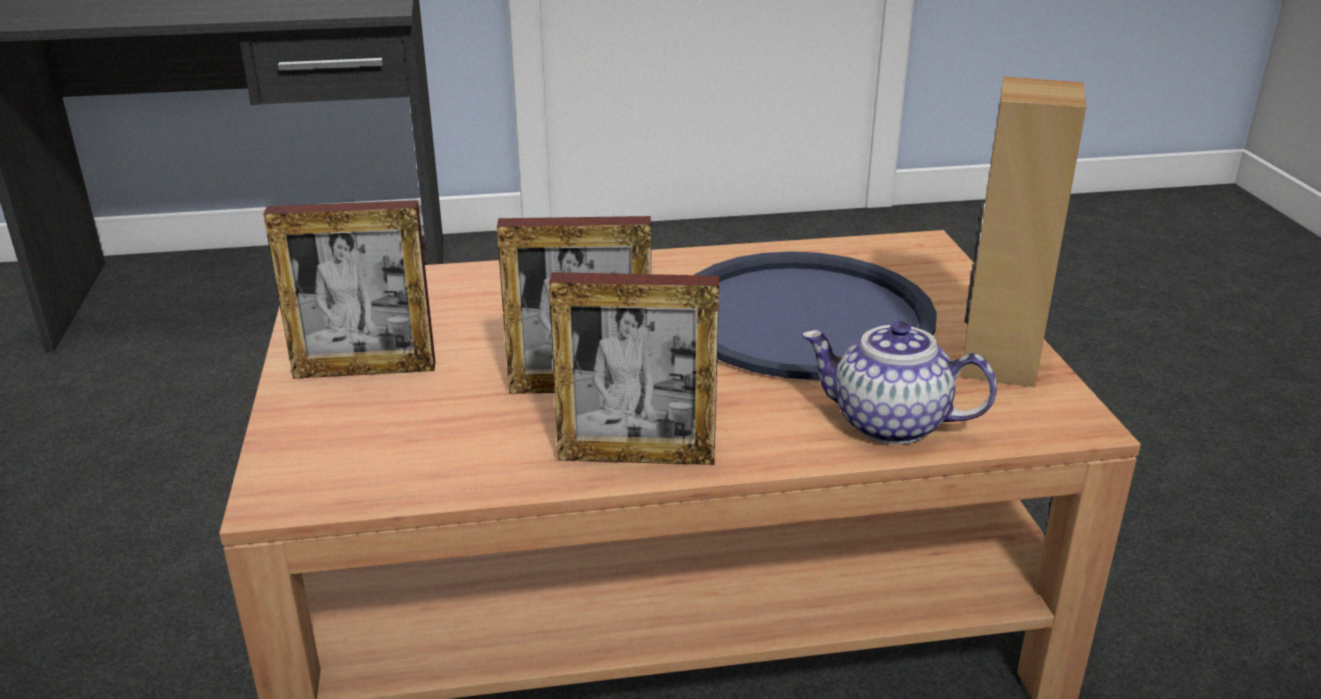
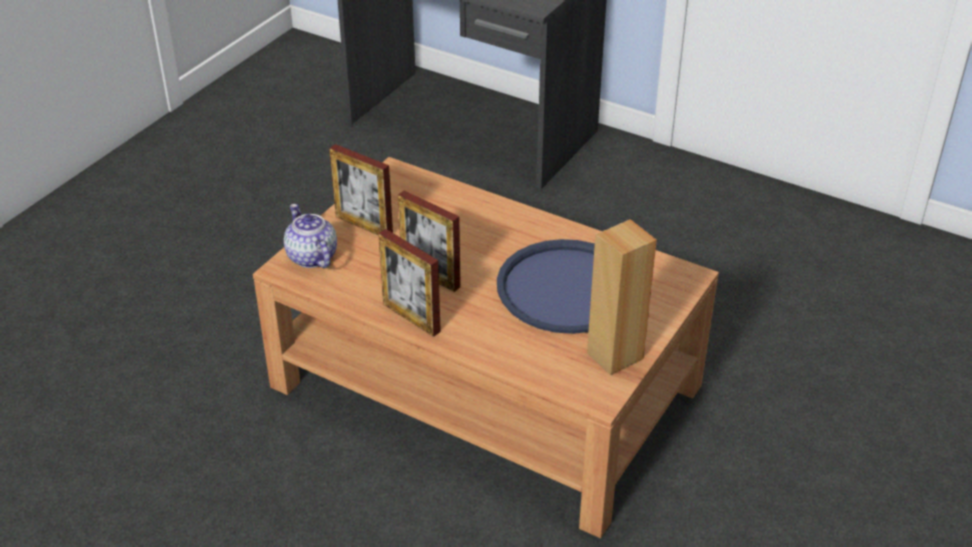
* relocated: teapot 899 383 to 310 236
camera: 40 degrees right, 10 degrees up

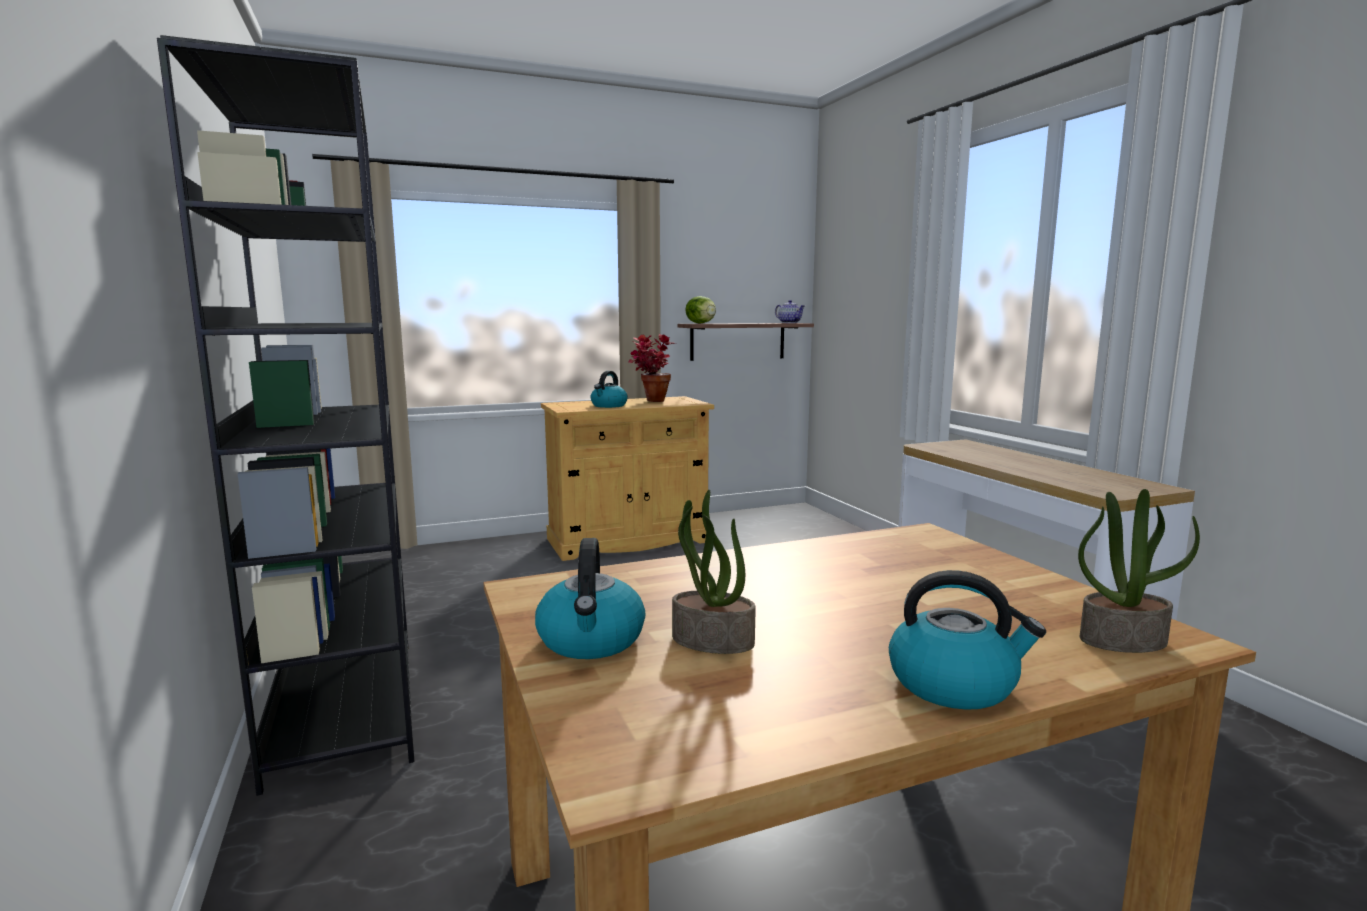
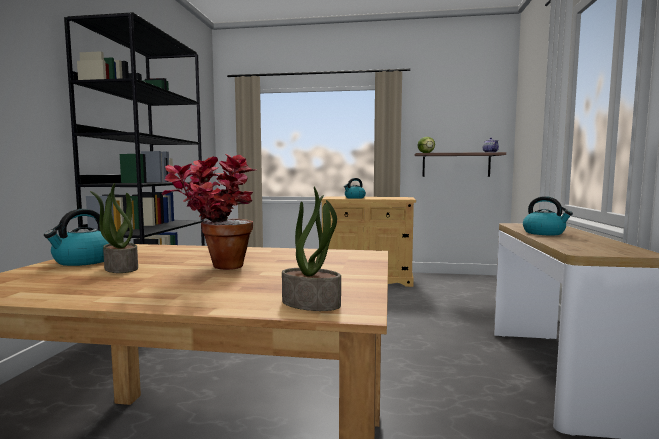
* relocated: potted plant 651 368 to 209 212
* relocated: kettle 967 640 to 548 215
camera: 30 degrees right, 5 degrees down

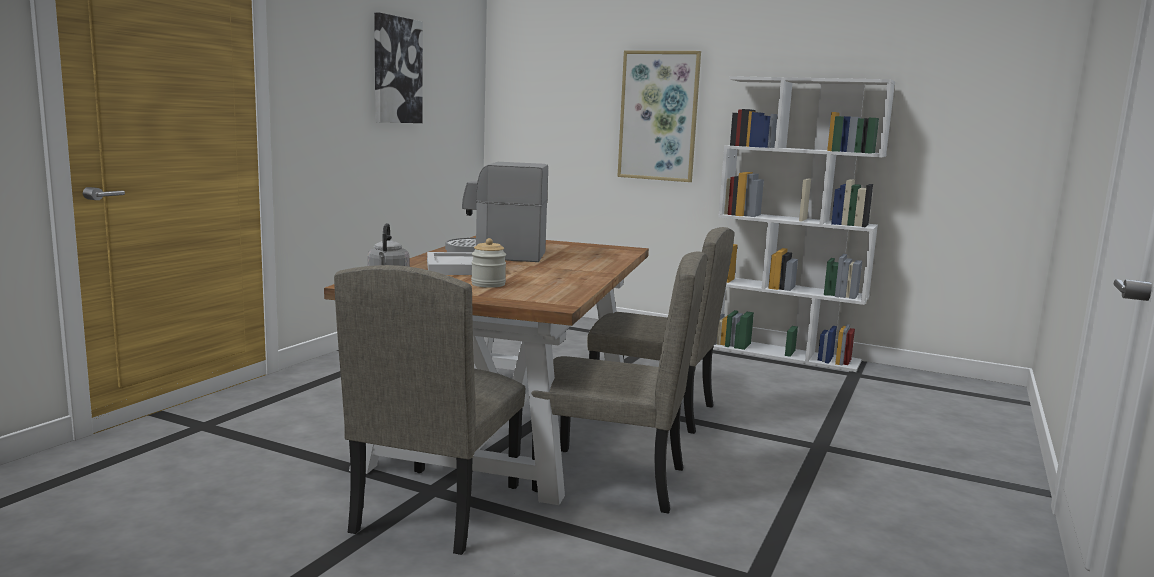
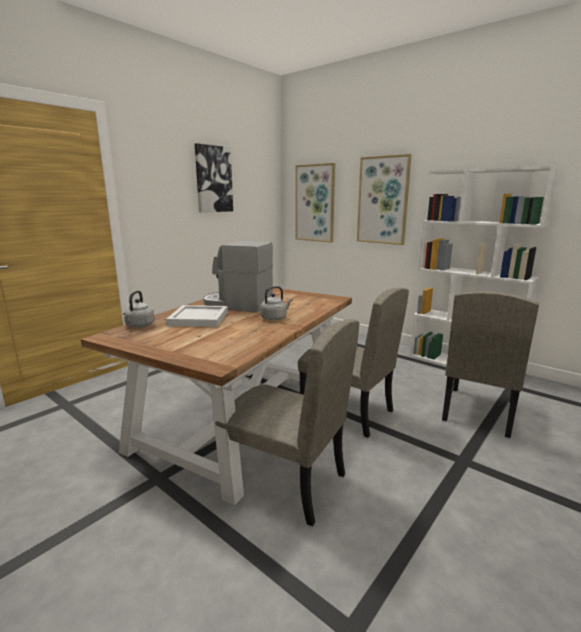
* missing: jar 488 263
* relocated: chair/beige 429 410 to 490 364
* appeared: picture 315 203
* appeared: kettle/grey 276 303
camera: 15 degrees right, 5 degrees up

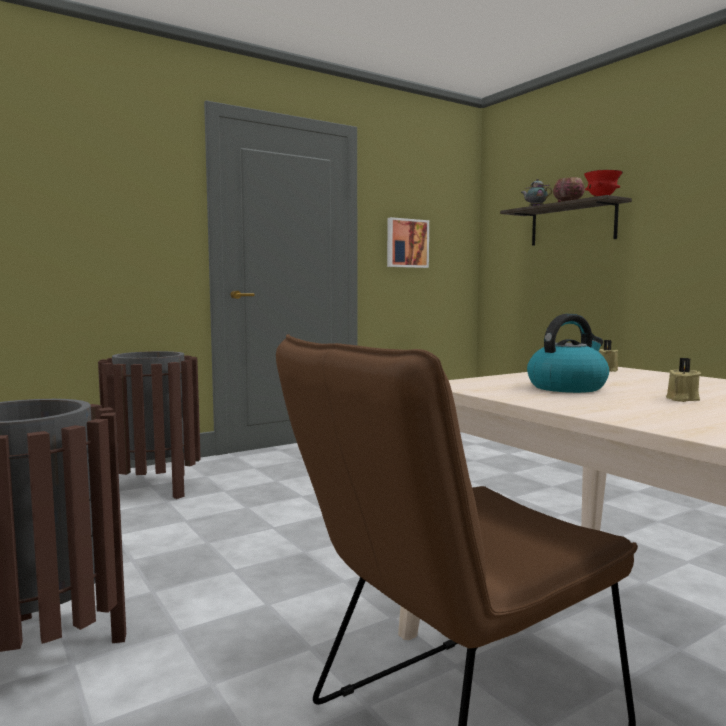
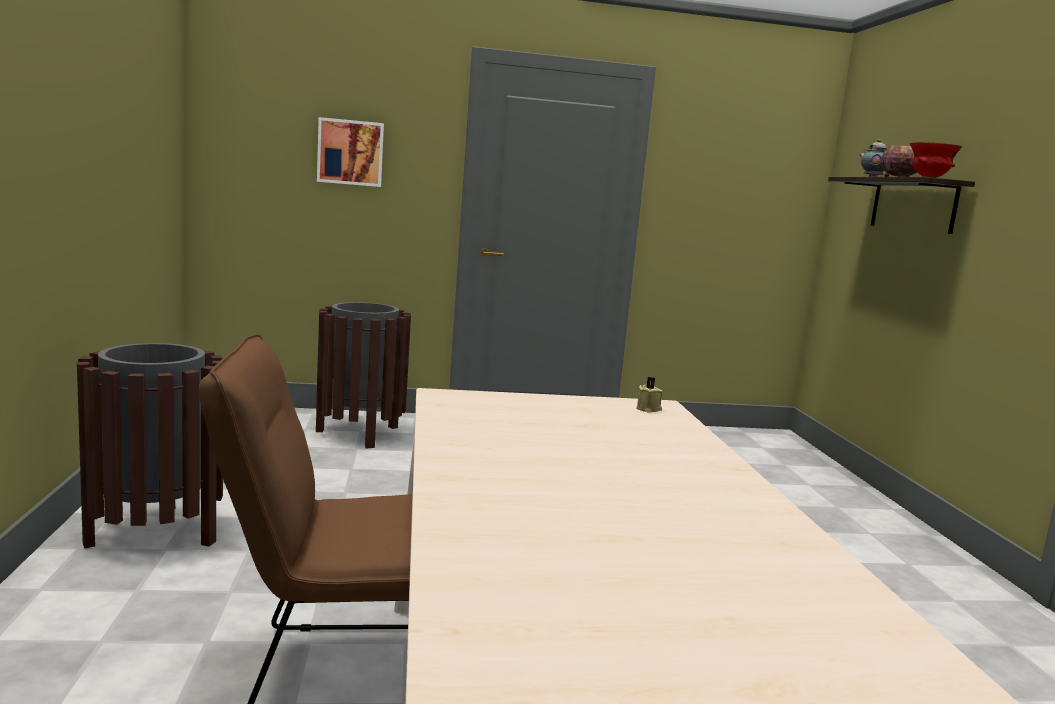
* relocated: picture 408 242 to 350 152
* missing: kettle 568 353
* missing: candle/beige 683 380
camera: 25 degrees right, 5 degrees up

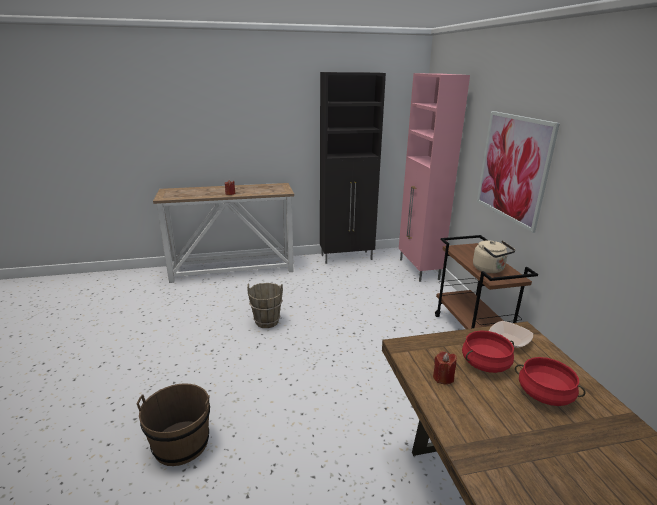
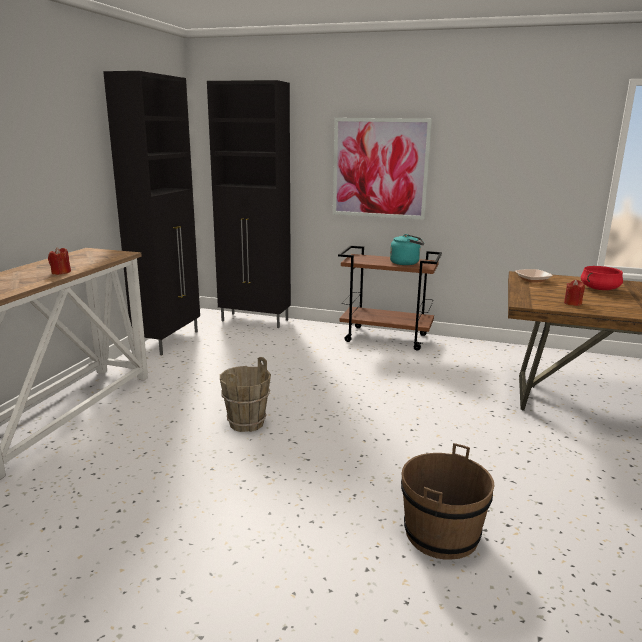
* colour: cabinet/pink 434 177 to cabinet/black 249 204
* colour: kettle/beige 494 256 to kettle/turquoise 407 249
* missing: cooking pot/red 488 351
camera: 60 degrees left, 5 degrees down

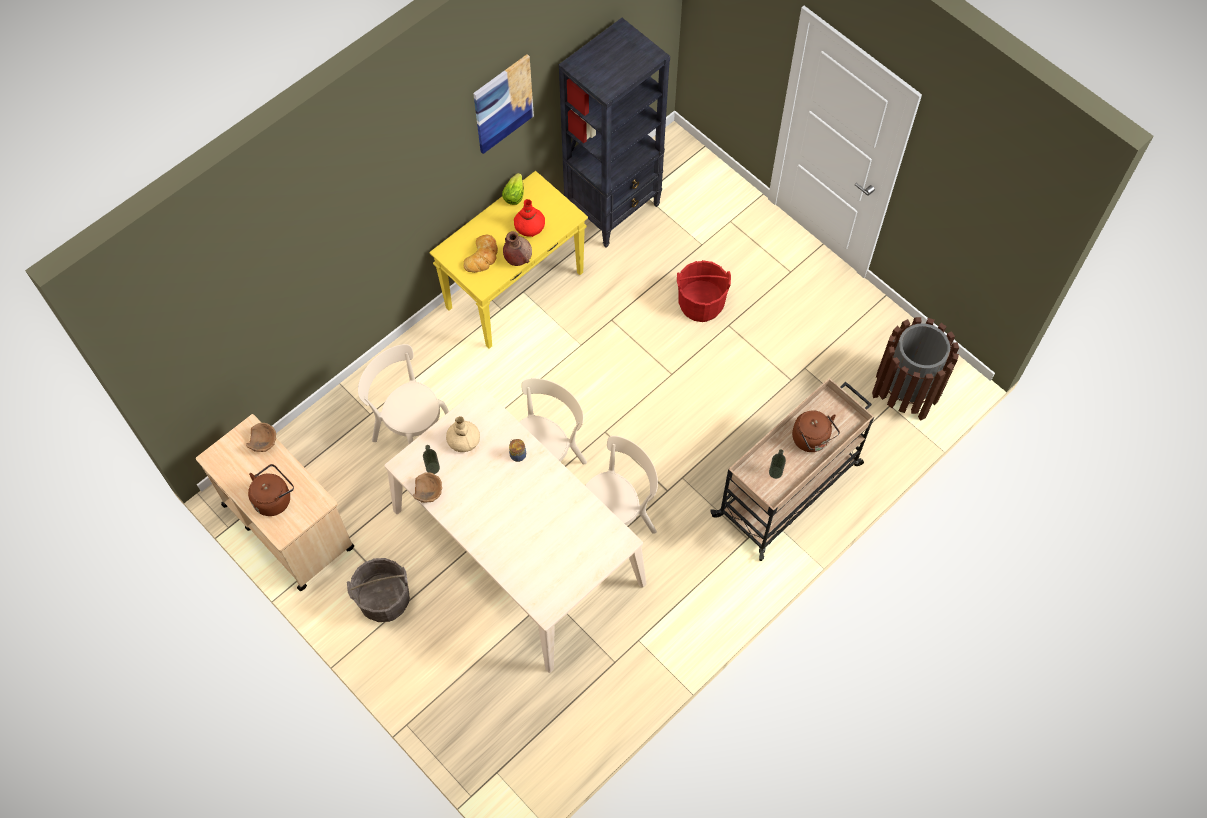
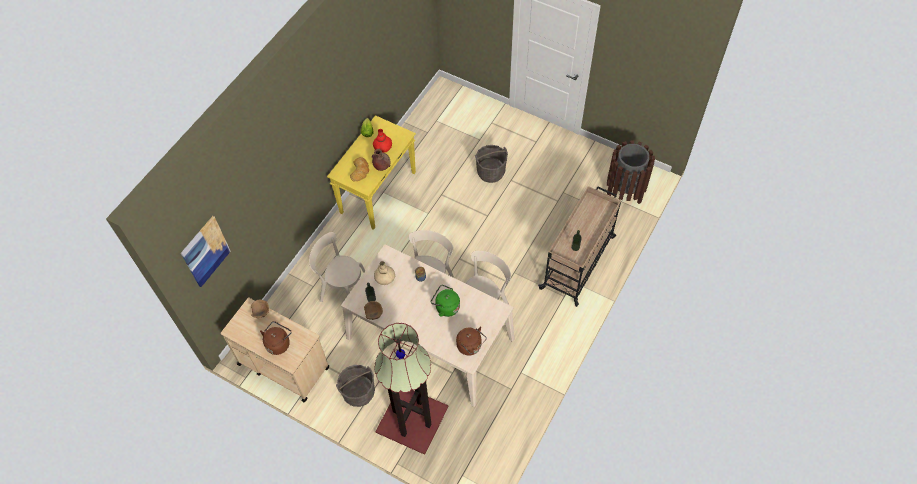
* missing: bookcase/black 614 133
* relocated: picture 503 104 to 206 251
* colour: bucket/red 704 291 to bucket/grey 491 164
* relocated: kettle/brown 816 431 to 471 341
* appeared: kettle/green 445 301
* appeared: floor lamp 412 389
camera: 15 degrees left, 5 degrees down

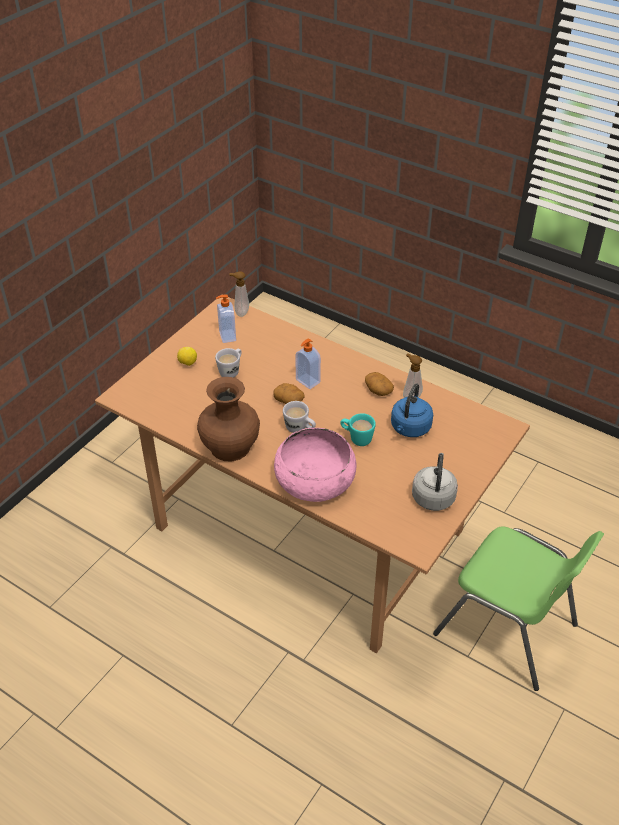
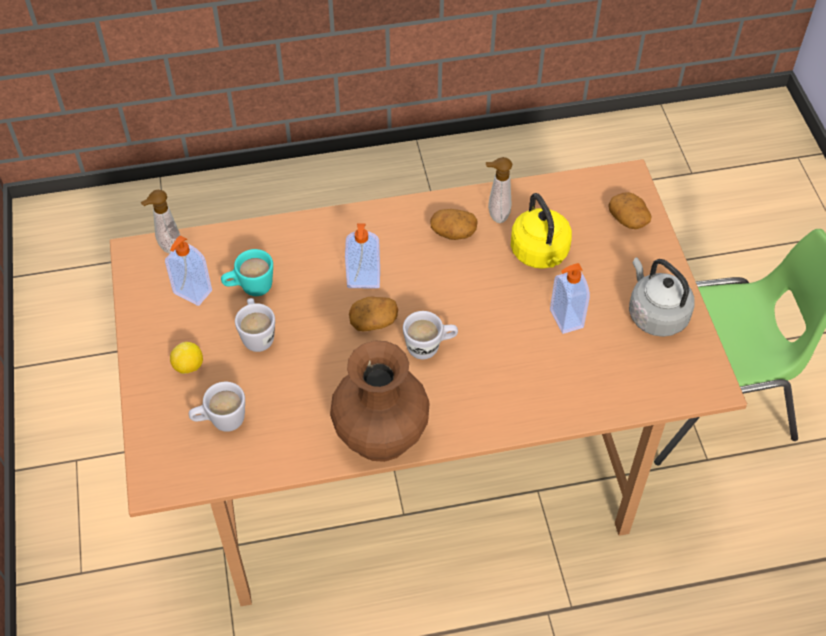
* colour: kettle/blue 412 410 to kettle/yellow 541 231
* relocated: mug/turquoise 358 429 to 247 272
* missing: bowl/pink 315 465
* appeared: potato 630 210
* appeared: soap dispenser 570 298
* appeared: mug/white 217 407
camera: 45 degrees left, 10 degrees up

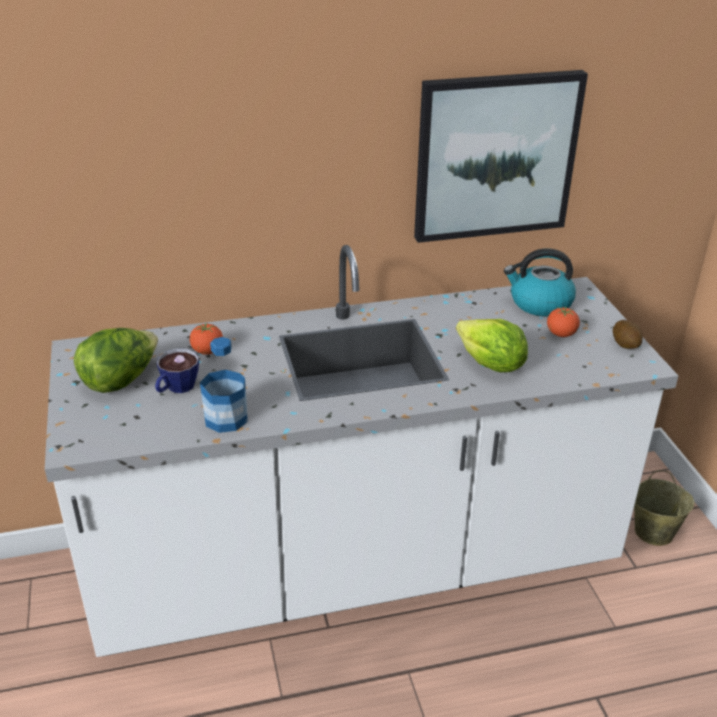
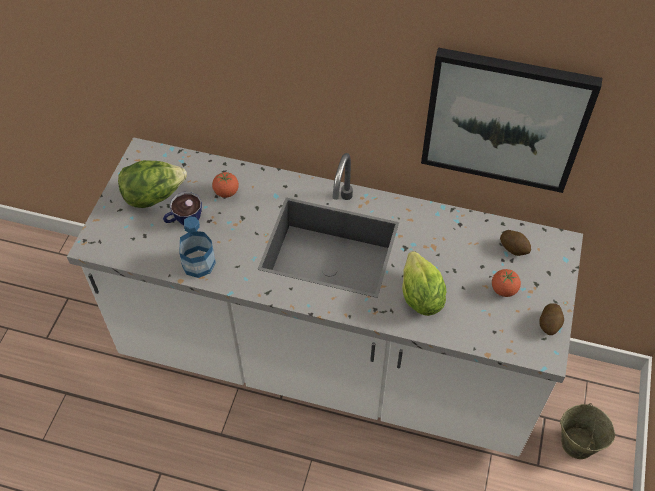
* exchanged: kettle 540 282 to potato 515 243
camera: 30 degrees right, 20 degrees up

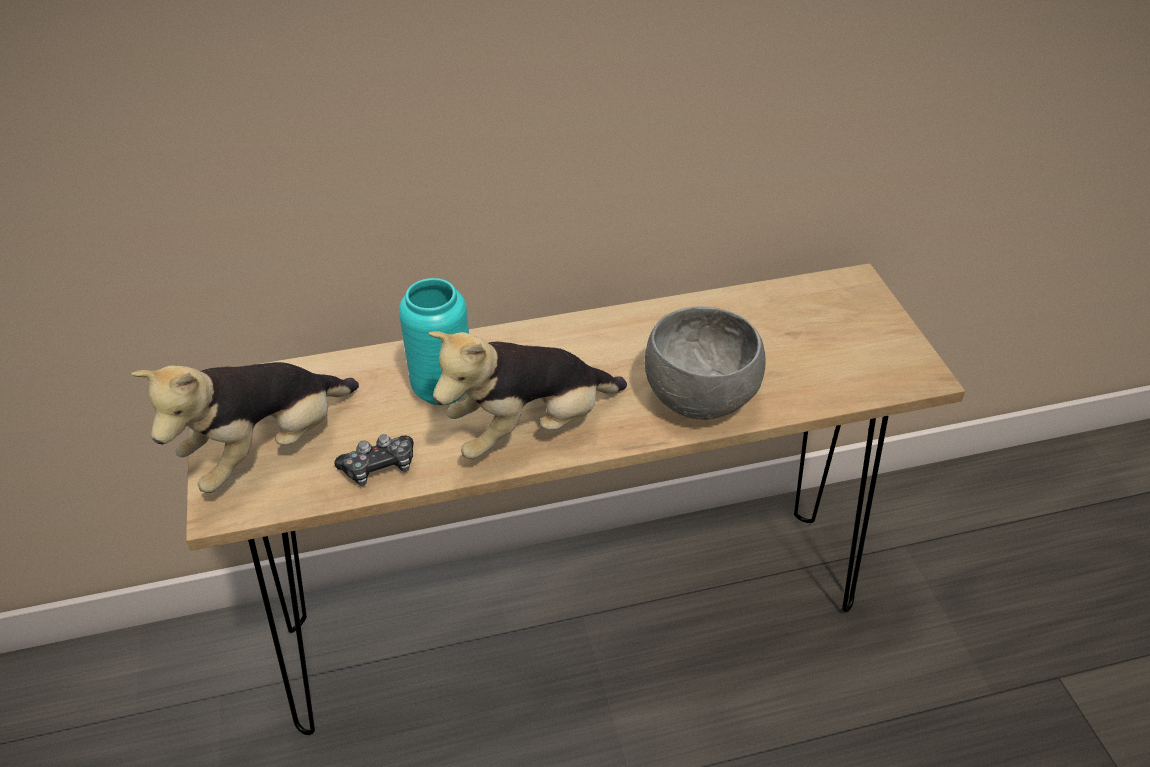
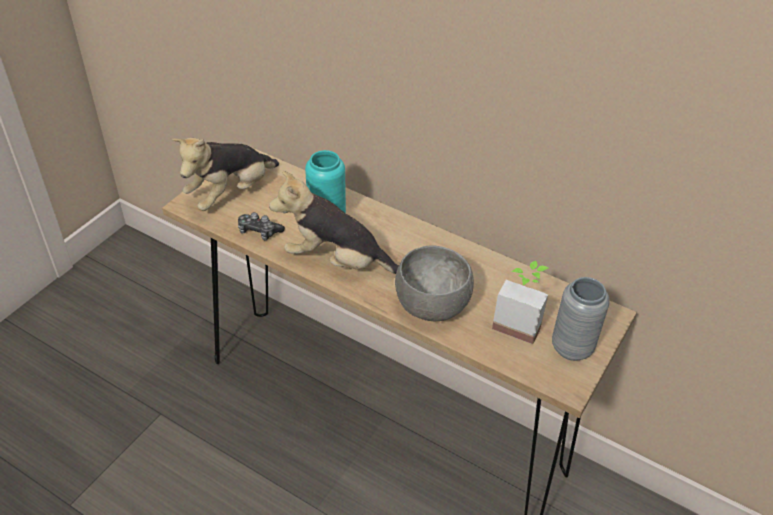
* spun: plush toy 245 427 = 225 174 45 degrees counterclockwise
* appeared: potted plant 520 302
* appeared: vase/grey 581 319
camera: 45 degrees right, 0 degrees up

